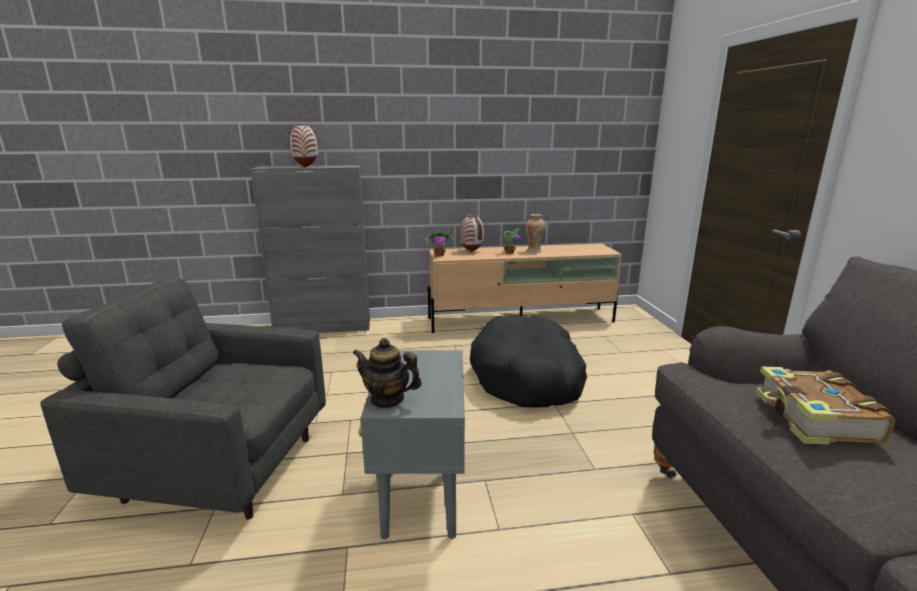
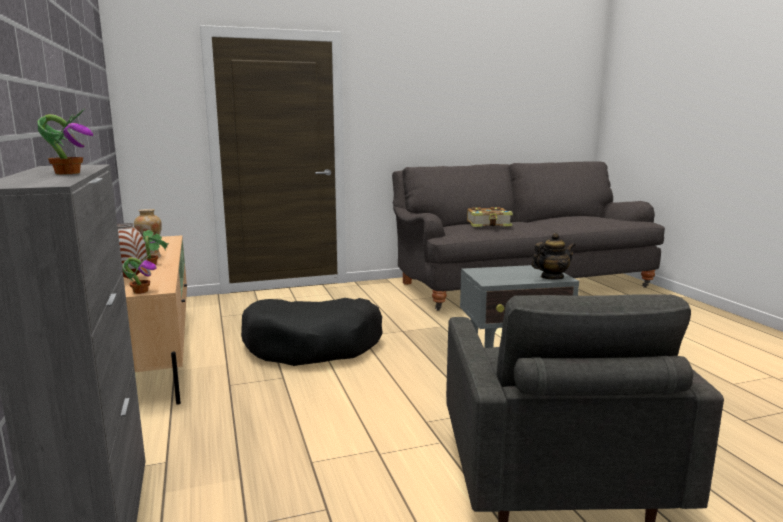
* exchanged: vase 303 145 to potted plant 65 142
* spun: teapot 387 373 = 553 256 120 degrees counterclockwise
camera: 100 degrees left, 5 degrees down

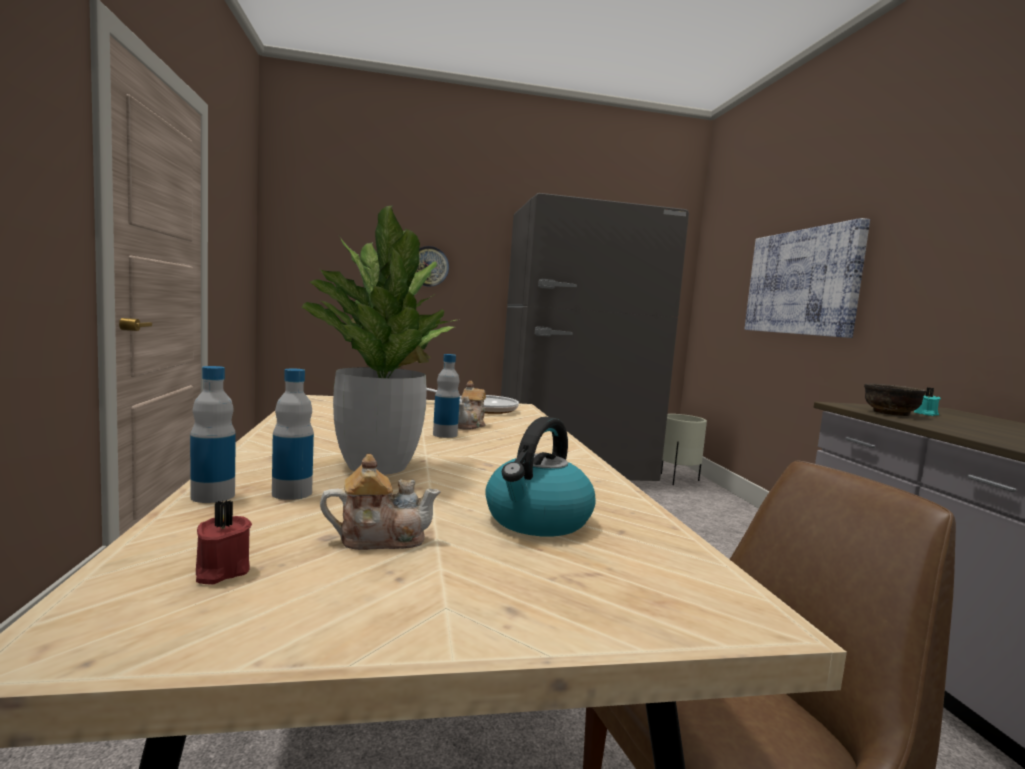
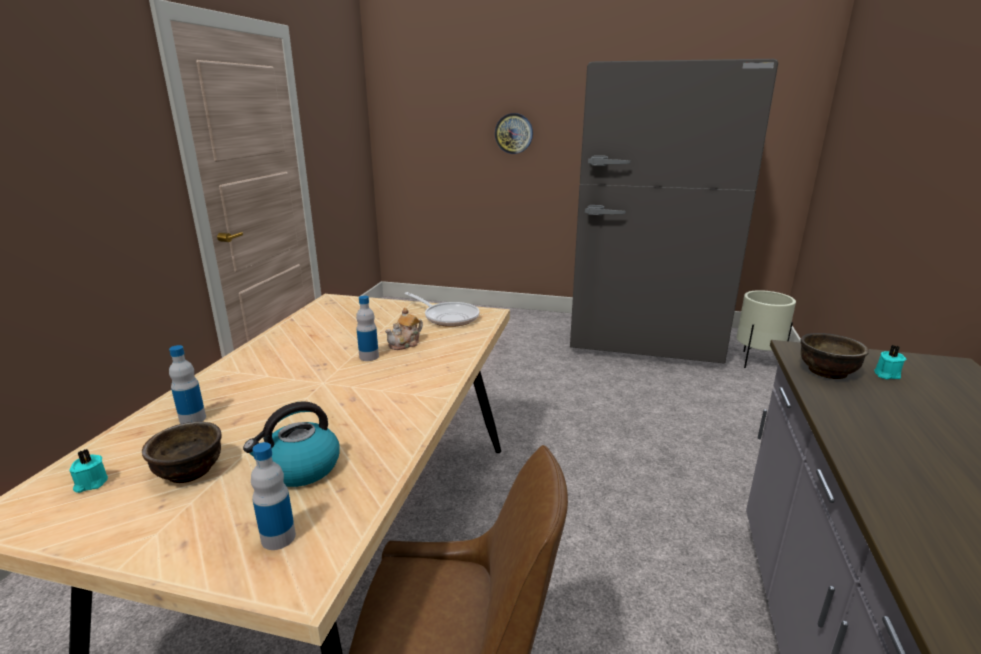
* missing: potted plant 378 340
* missing: picture 807 278
* relocated: bottle 213 434 to 273 496
* exchanged: teapot 380 501 to bowl/brown 182 452
* colour: candle/red 224 542 to candle/turquoise 89 471
camera: 25 degrees right, 15 degrees up

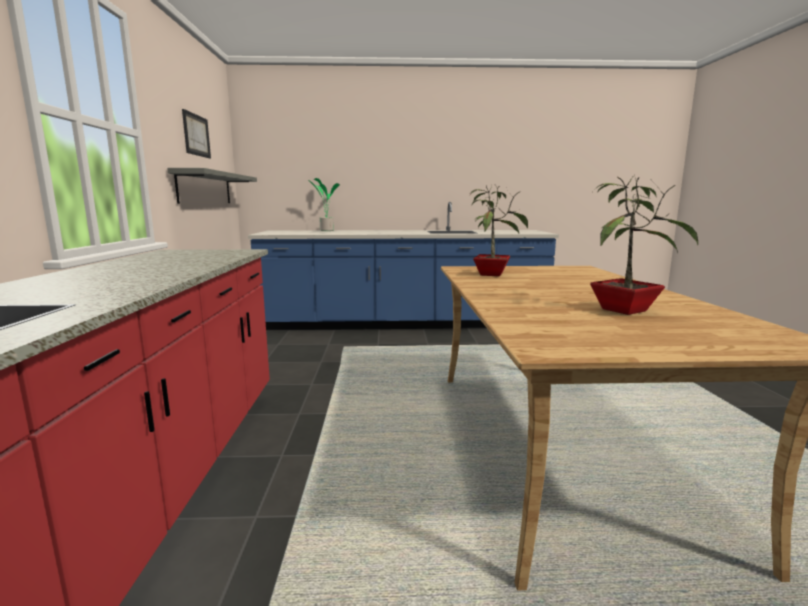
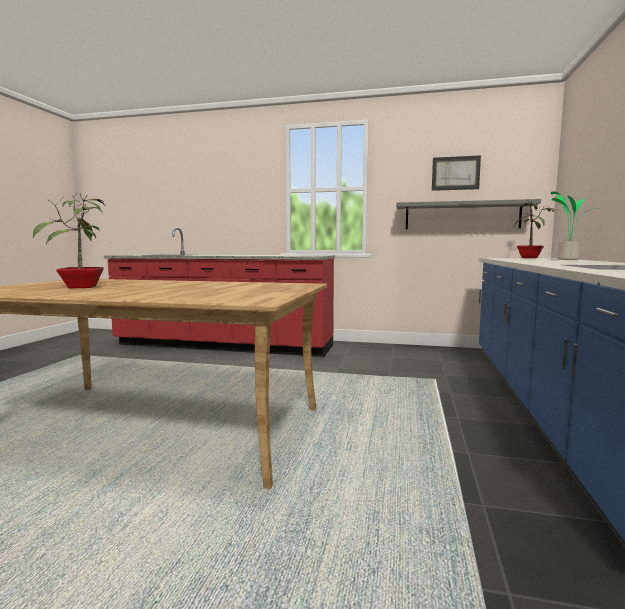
* relocated: potted plant 499 230 to 534 229
camera: 105 degrees right, 5 degrees down

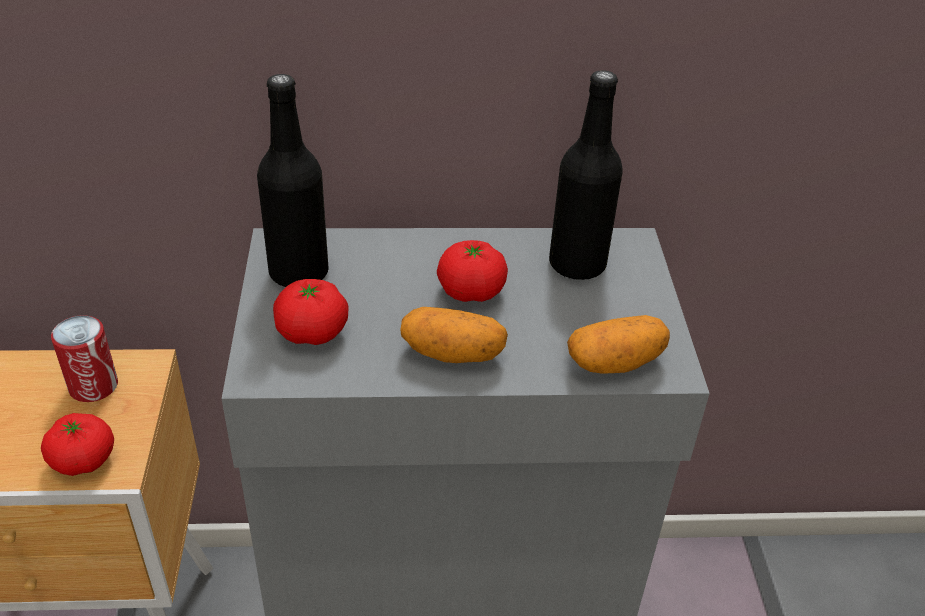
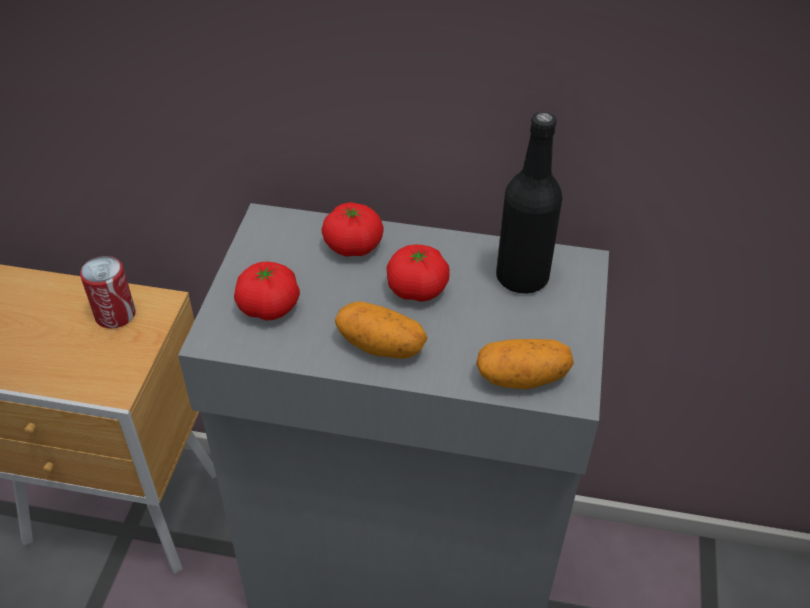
* missing: bottle/black 293 180
* relocated: tomato 77 444 to 353 229
camera: 15 degrees right, 5 degrees up

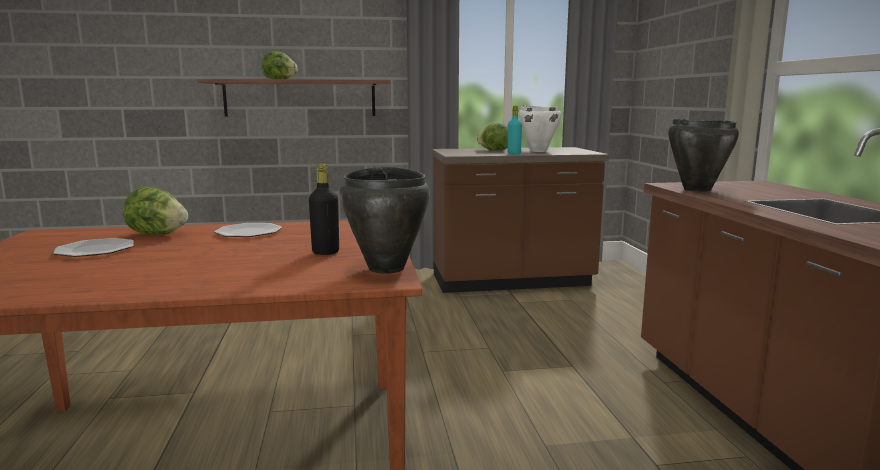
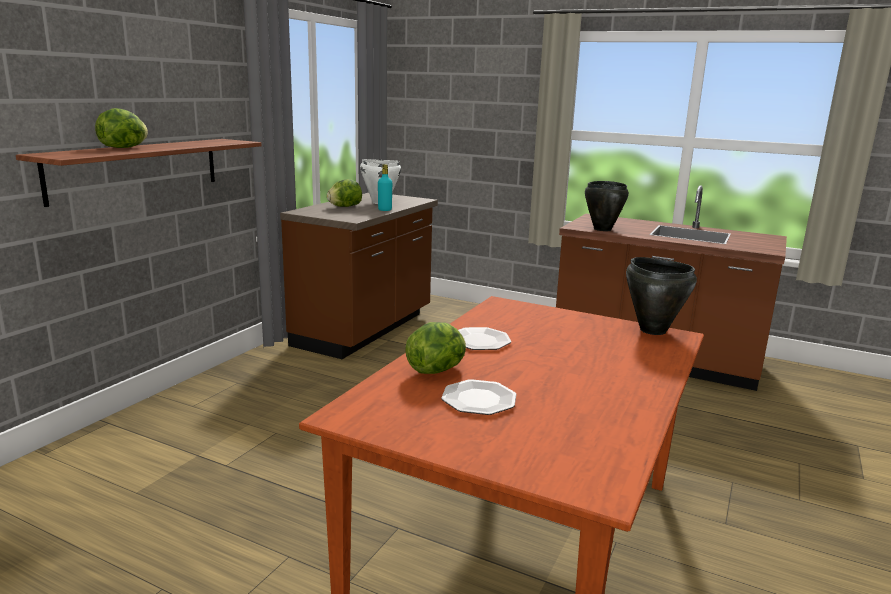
* missing: bottle/black 324 209
camera: 55 degrees left, 5 degrees up

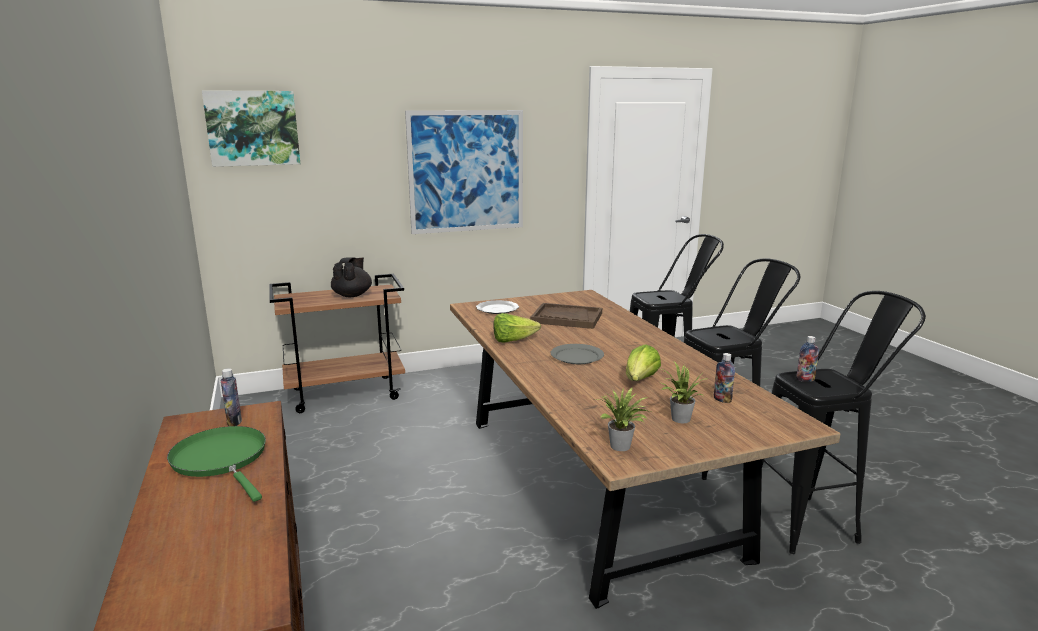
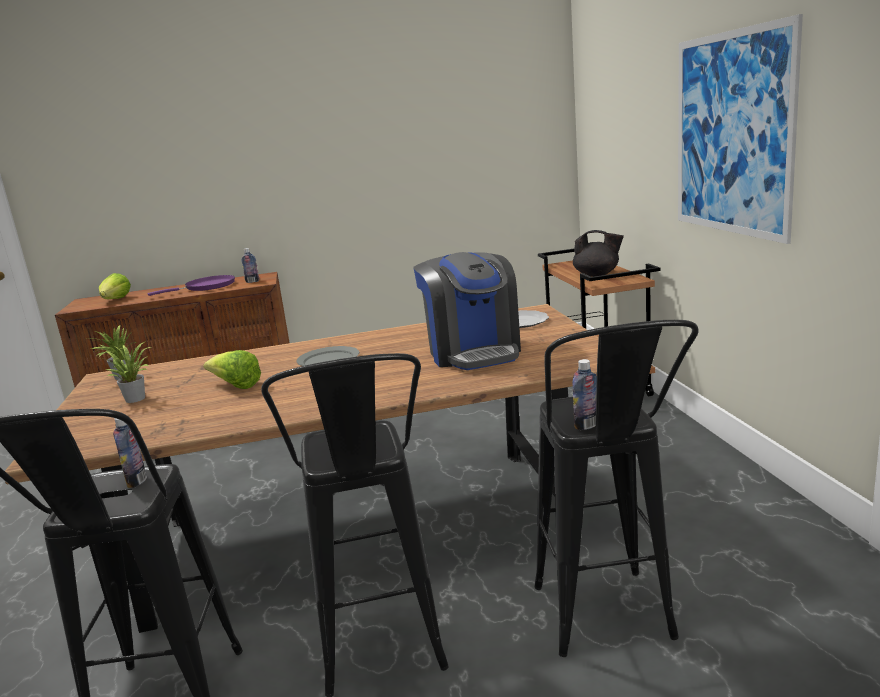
* missing: picture 251 128
* exchanged: tray/brown 566 316 to coffee machine 467 311
* relocated: lettuce 517 328 to 115 286
* relocated: bottle 724 378 to 585 394
* colour: frying pan/green 216 464 to frying pan/purple 191 285
camera: 100 degrees right, 0 degrees up

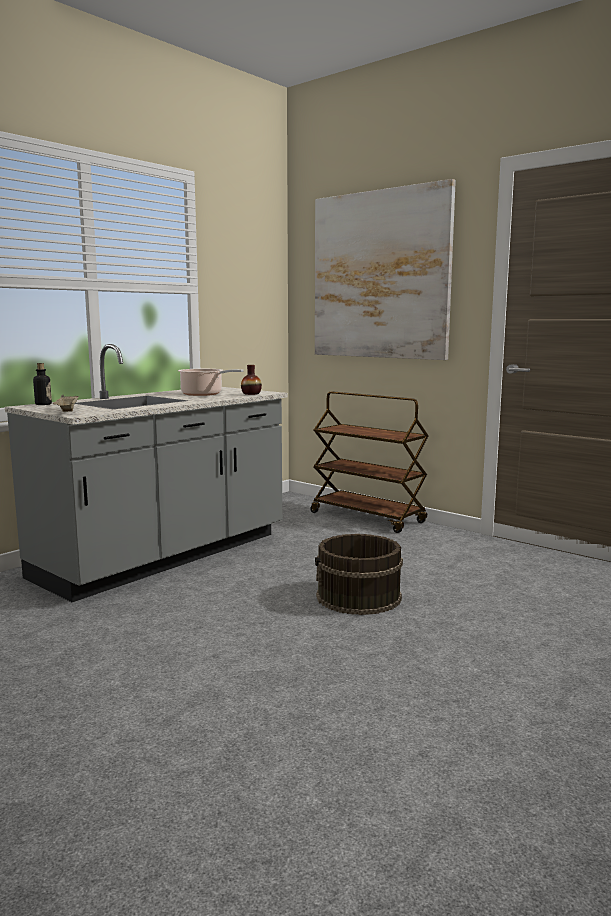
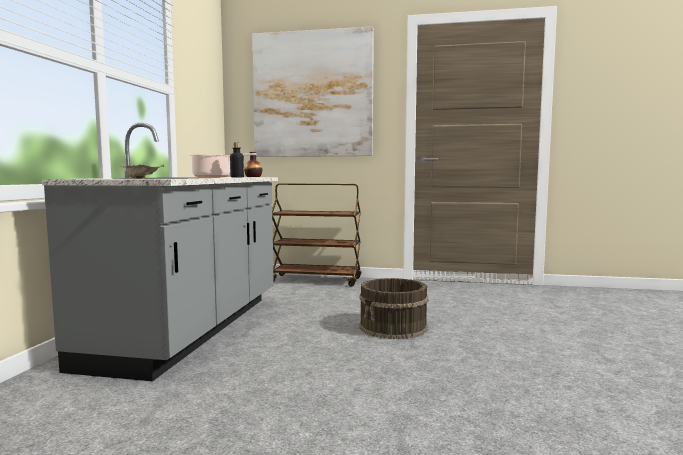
* relocated: bottle 42 384 to 237 159
camera: 30 degrees left, 5 degrees down

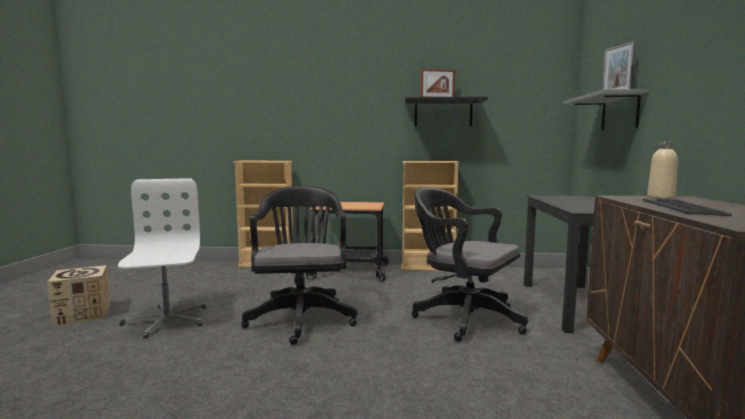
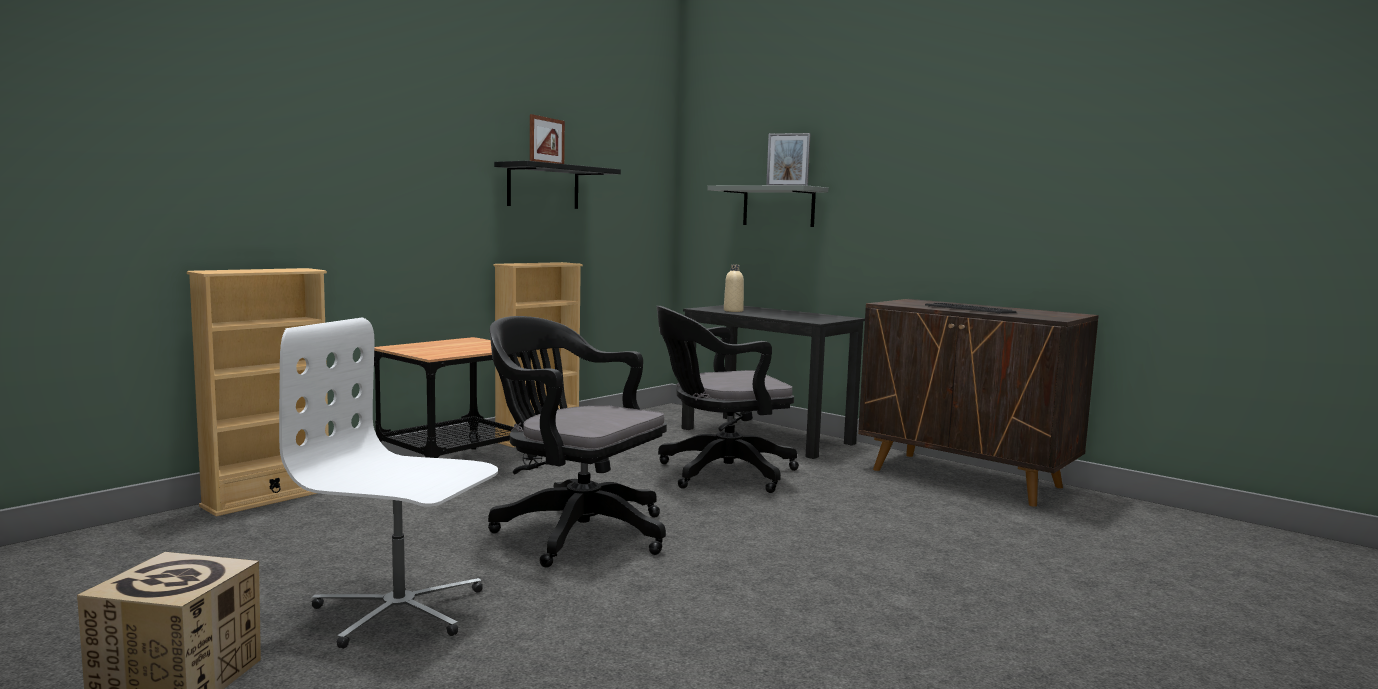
* relocated: bottle/beige 662 170 to 734 288
camera: 55 degrees left, 0 degrees up

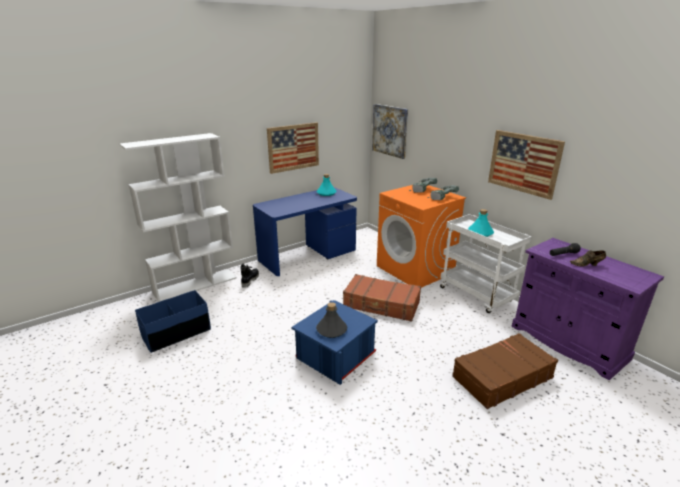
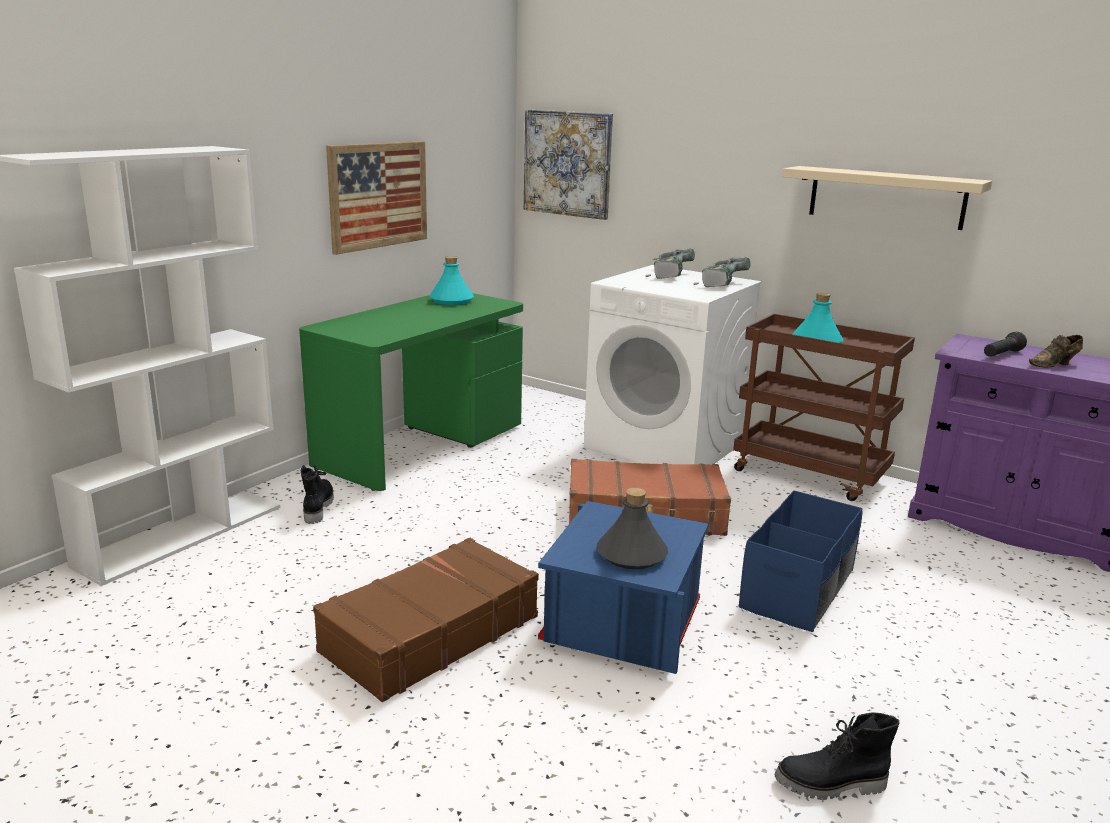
* exchanged: picture 526 165 to shelf/beige 887 198
* colour: washing machine/orange 421 236 to washing machine/white 673 364
* colour: desk/blue 305 231 to desk/green 411 392
* colour: cart/white 485 263 to cart/brown 824 407
* relocated: storage box/blue 173 321 to 801 561
* relocated: suitcase/brown 505 371 to 426 620
* appeared: boot/black 837 756
camera: 20 degrees left, 5 degrees down

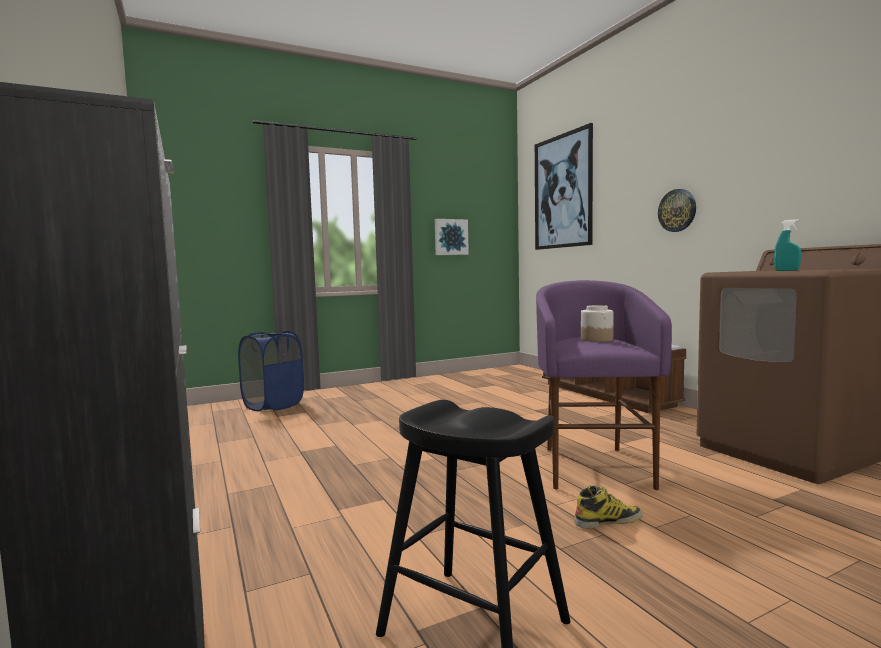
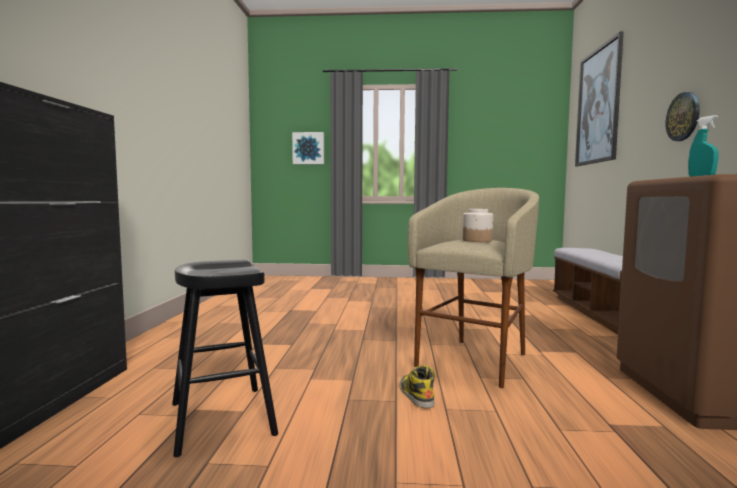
* relocated: picture 452 237 to 308 148
* colour: stool/purple 604 385 to stool/beige 473 288
* missing: laundry basket/blue 271 371
* spun: boot 609 507 = 417 386 120 degrees counterclockwise
camera: 30 degrees right, 0 degrees up

